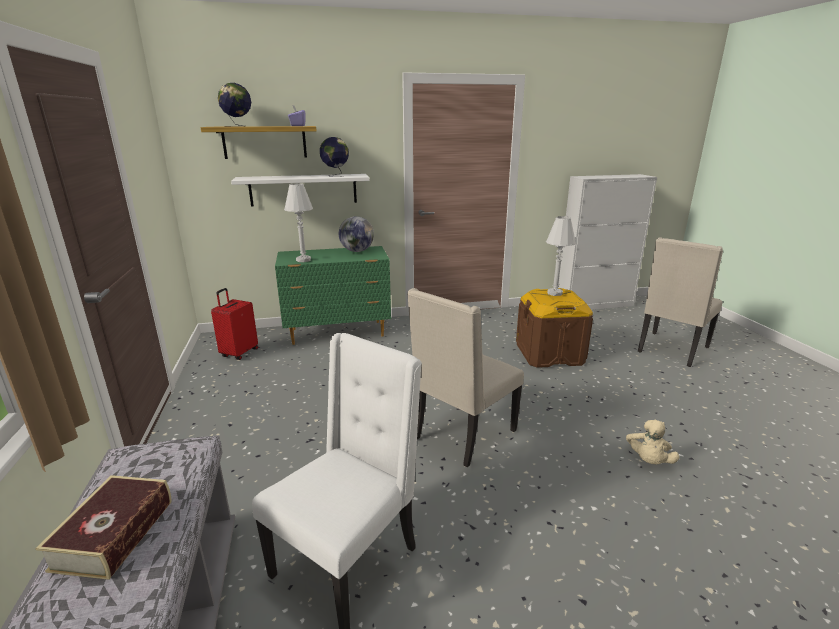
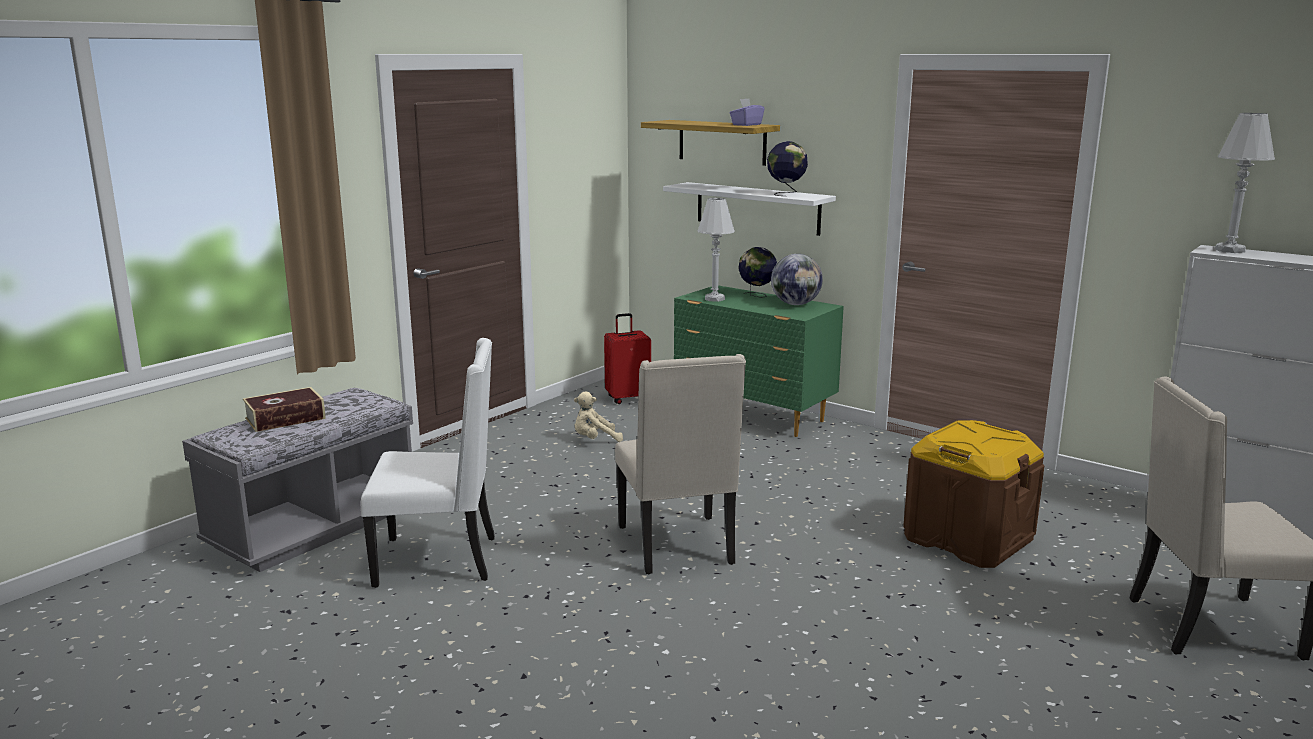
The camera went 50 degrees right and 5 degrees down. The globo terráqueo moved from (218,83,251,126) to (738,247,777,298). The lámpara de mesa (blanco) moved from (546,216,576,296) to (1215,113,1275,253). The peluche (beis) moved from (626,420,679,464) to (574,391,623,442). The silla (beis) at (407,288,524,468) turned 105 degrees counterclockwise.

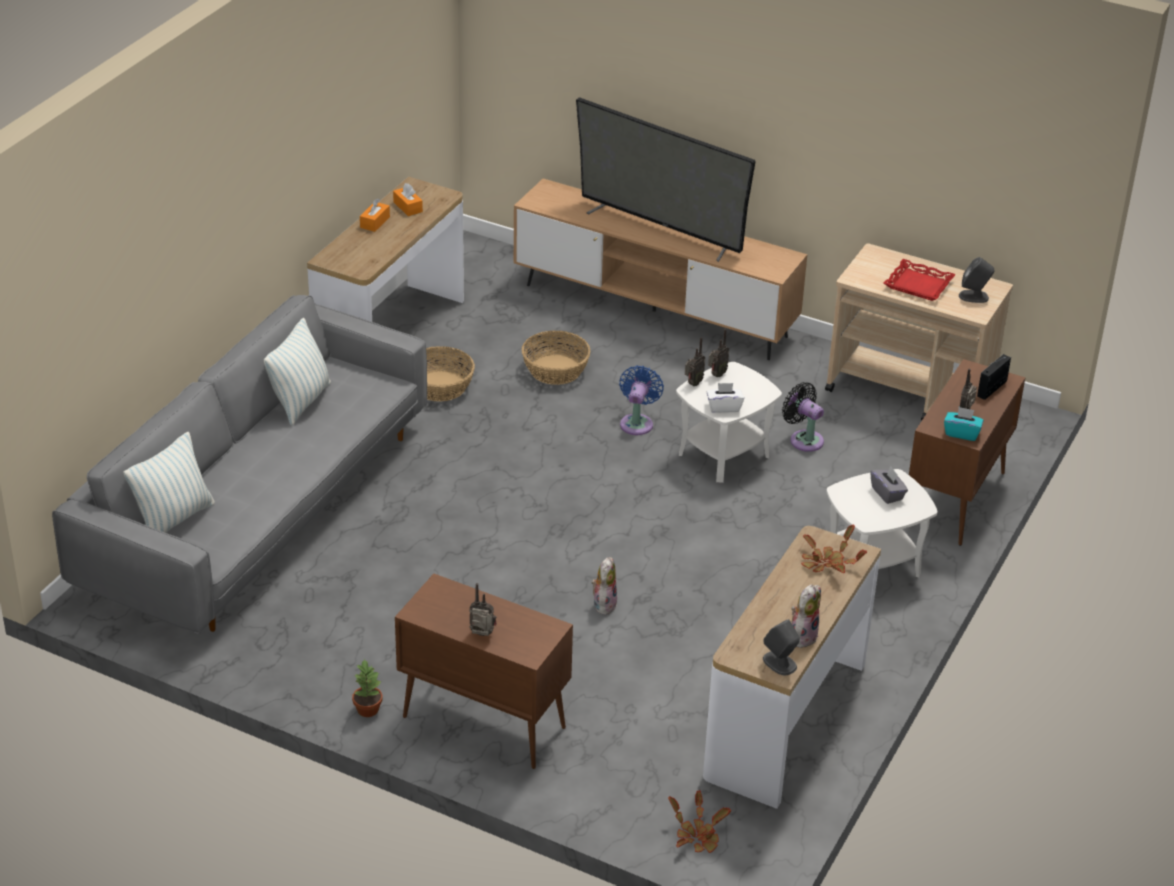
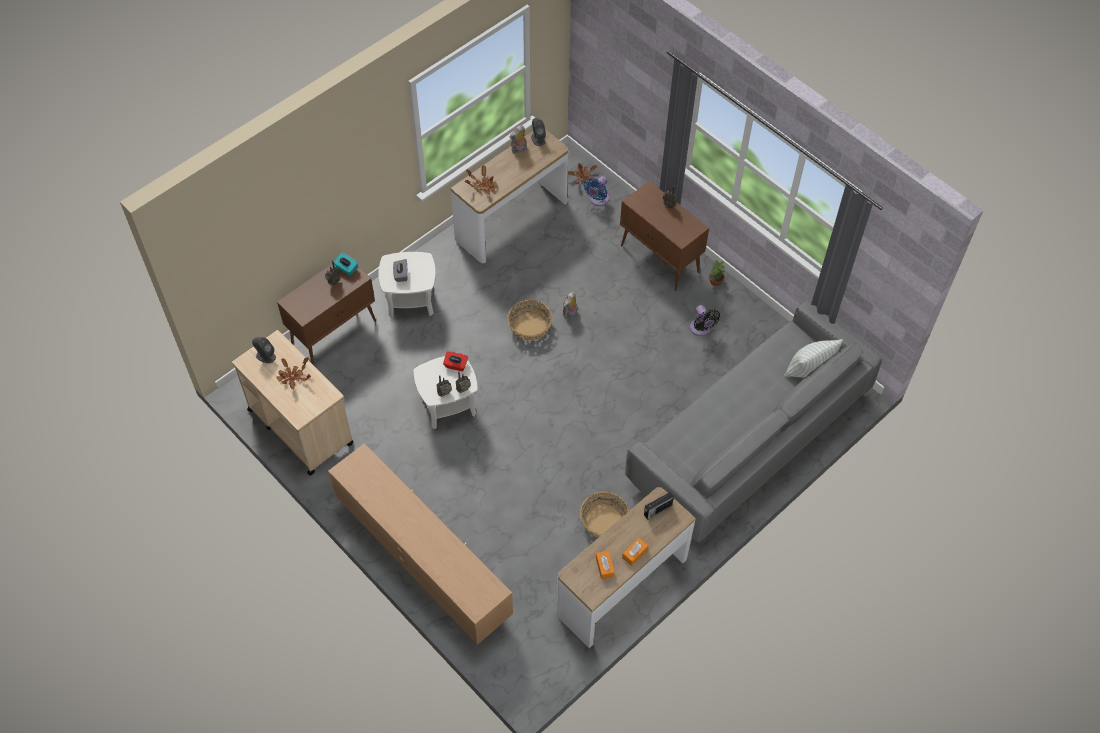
The camera went 160 degrees left and 20 degrees up. The cojín at (264,318,331,426) disappeared. The televisor at (576,97,756,262) disappeared. The cesta moved from (522,331,591,385) to (507,300,552,341). The ventilador (azul) moved from (619,366,664,435) to (584,176,609,206). The ventilador (negro) moved from (782,382,824,452) to (690,305,720,336). The radio moved from (977,354,1011,400) to (644,492,674,520). The bandeja (rojo) at (884,259,956,301) was replaced by the planta en maceta at (277,357,311,390). The caja de pañuelos (blanco) at (706,383,744,413) became the caja de pañuelos (rojo) at (443,351,468,371).

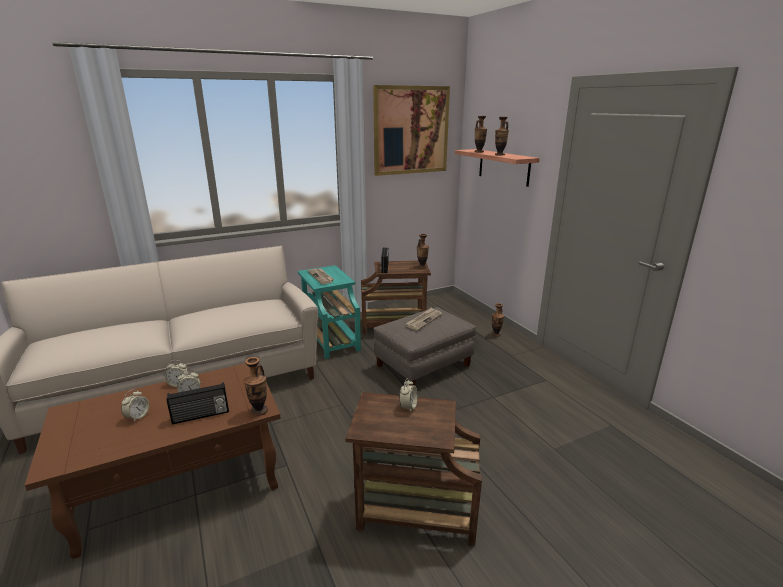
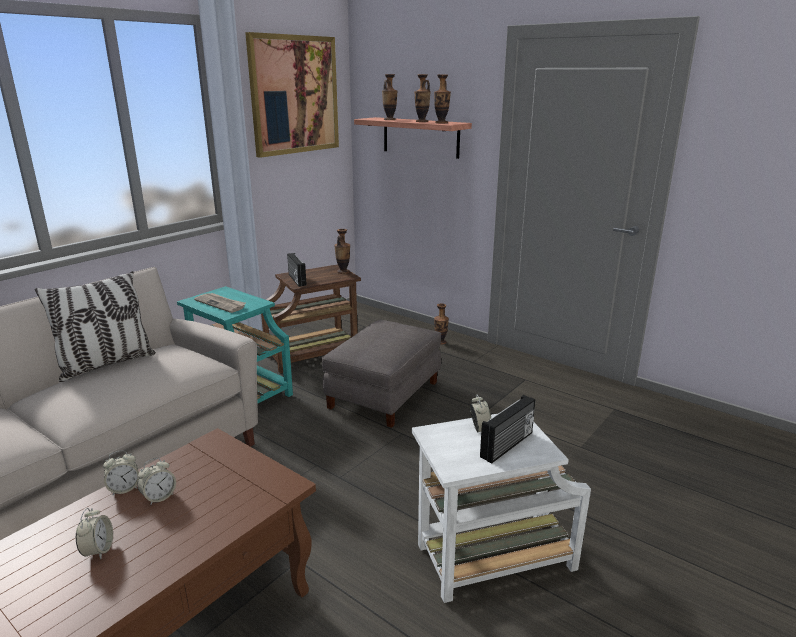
The camera went 25 degrees left and 0 degrees up. The periódico at (406,307,442,331) disappeared. The cojín at (35,271,156,382) appeared. The radio moved from (167,382,229,424) to (480,395,535,464). The florero moved from (244,357,268,416) to (434,74,451,124). The mesa auxiliar (marrón) at (345,392,482,546) became the mesa auxiliar (blanco) at (412,413,591,603).

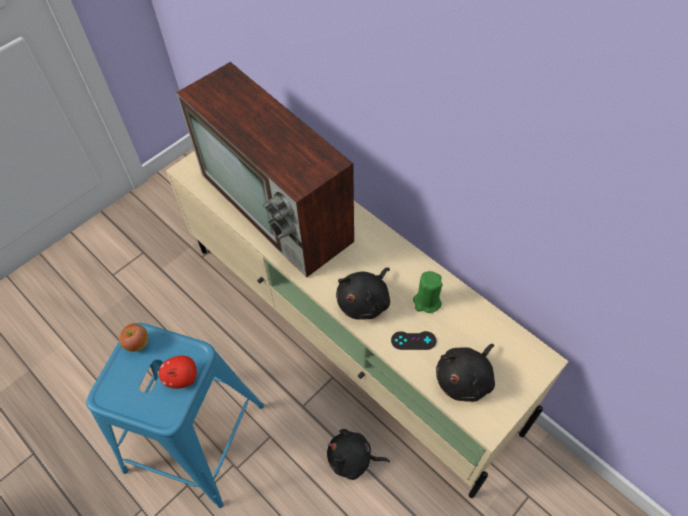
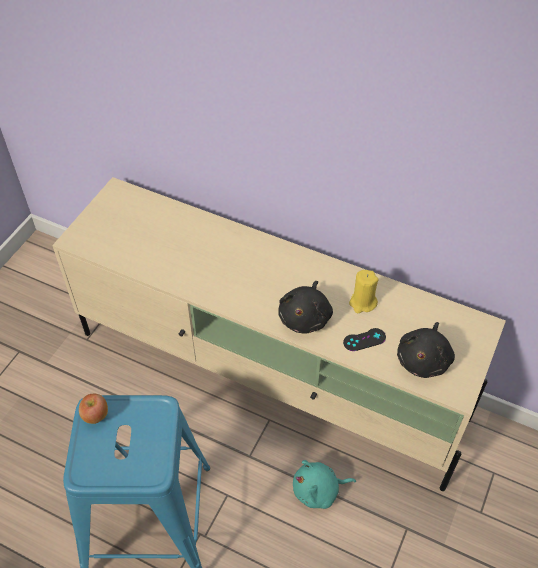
The camera went 20 degrees left and 5 degrees down. The manzana at (159,356,197,389) disappeared. The televisor at (176,62,354,278) disappeared. The peluche (negro) at (327,429,390,480) became the peluche (turquesa) at (293,460,356,509). The vela (verde) at (413,271,443,313) became the vela (amarillo) at (349,270,379,313).

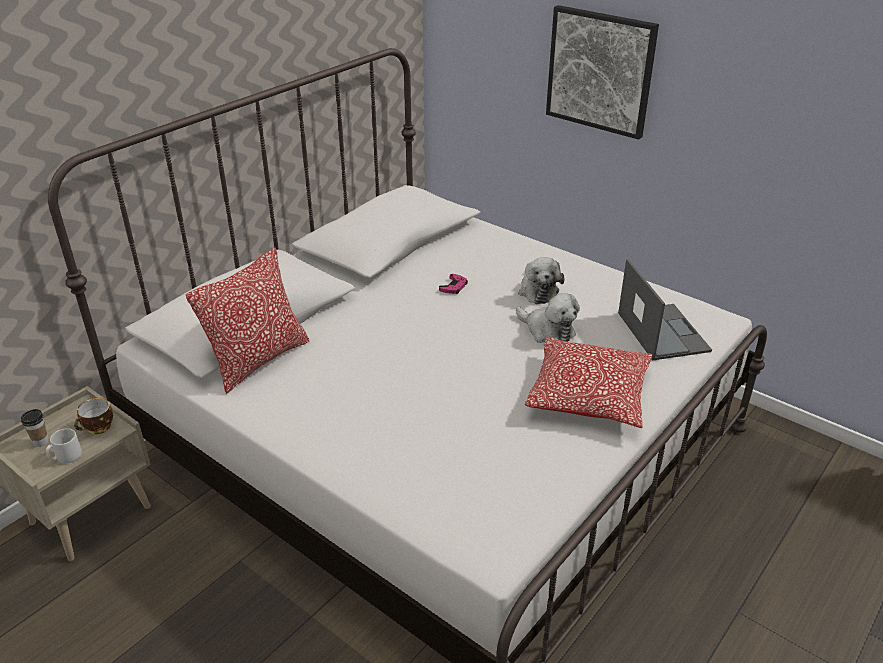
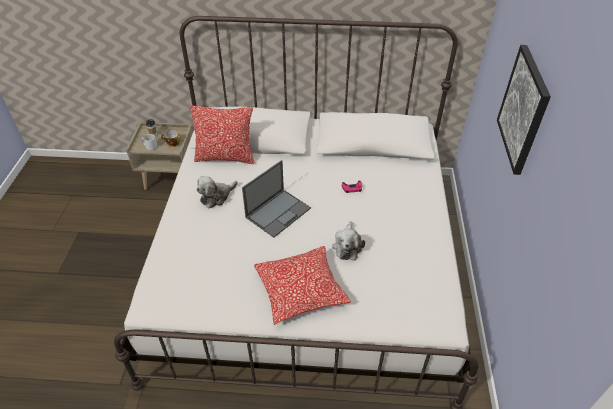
The camera went 55 degrees right and 10 degrees up. The peluche moved from (518,257,564,304) to (196,176,238,208). The portátil moved from (618,259,712,361) to (242,160,311,238).

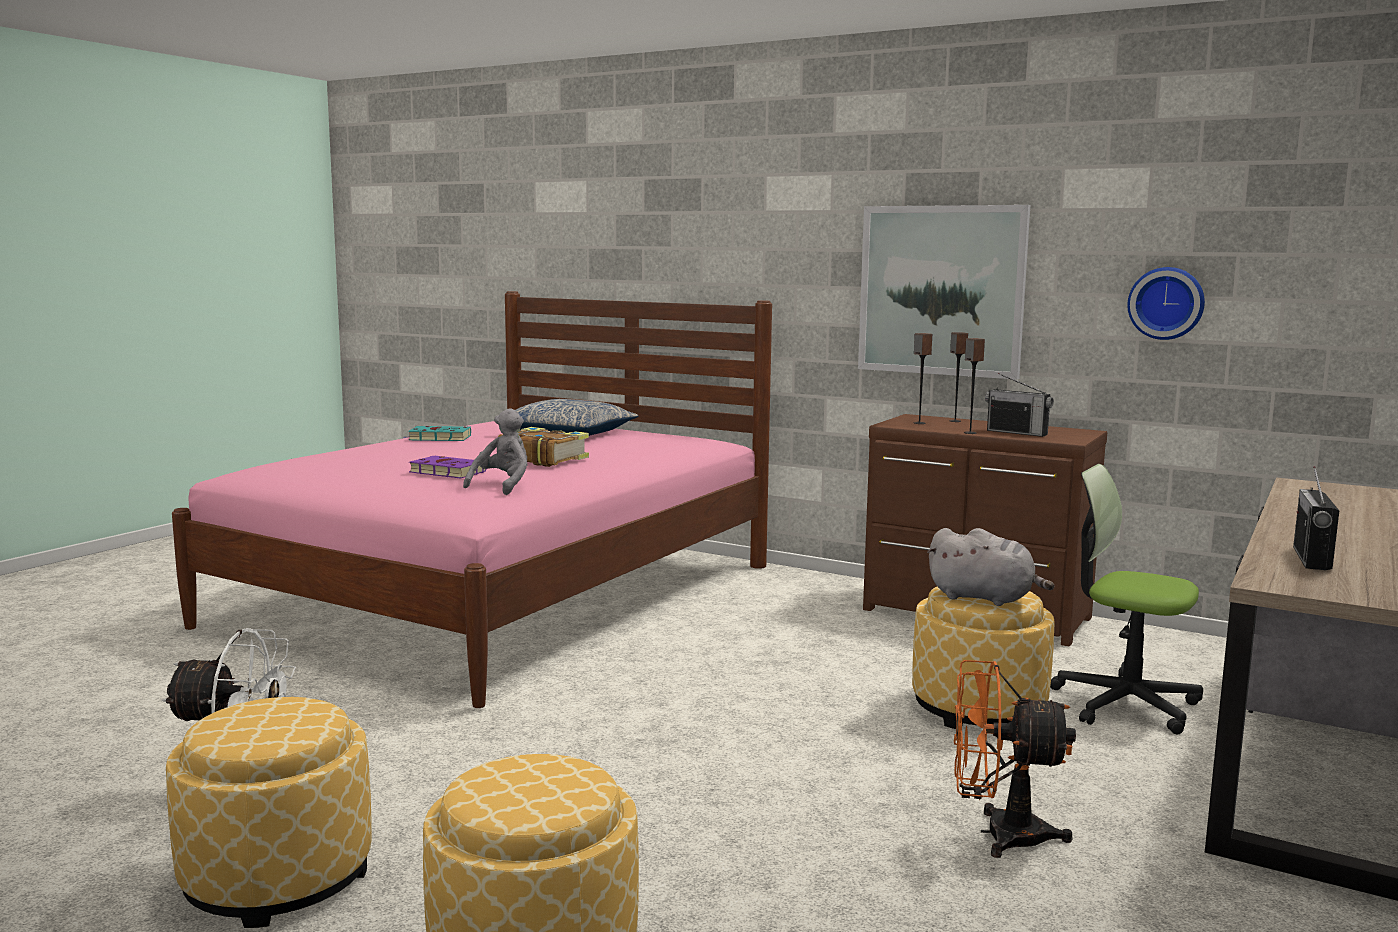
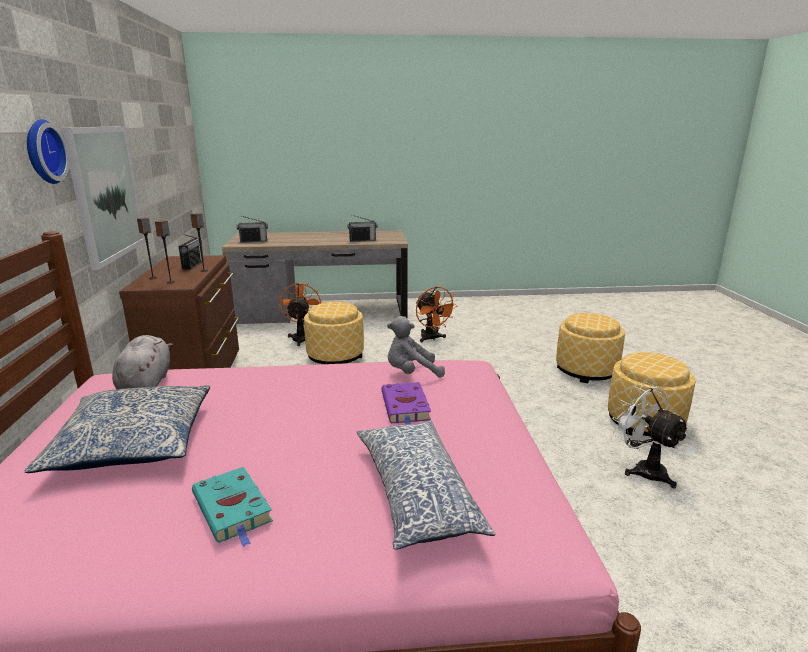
The camera went 125 degrees left and 10 degrees up. The libro at (498,427,589,467) disappeared. The radio at (236,216,268,243) appeared. The cojín at (357,420,496,550) appeared. The peluche (gris) moved from (927,528,1054,606) to (112,335,173,389). The reloj de pared moved from (1127,267,1205,340) to (27,119,70,184). The silla de oficina at (1050,464,1203,735) was replaced by the ventilador (naranja) at (280,282,322,346).

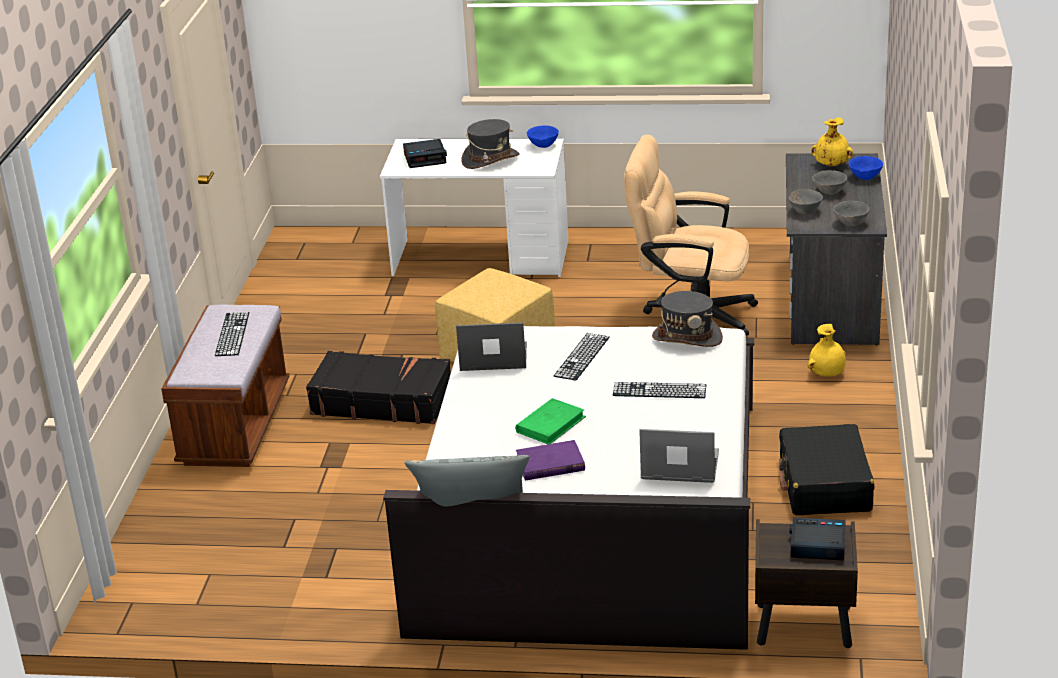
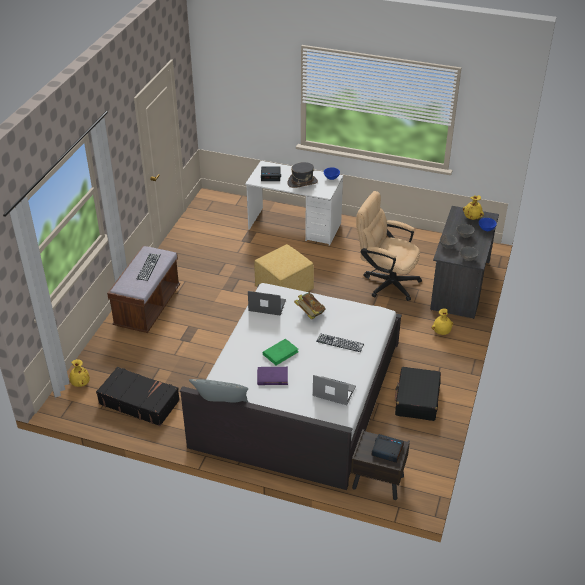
The camera went 10 degrees right and 10 degrees up. The sombrero (gris) at (652,291,723,347) disappeared. The florero (amarillo) at (69,359,90,387) appeared. The maleta (negro) moved from (306,351,451,424) to (96,367,180,426). The teclado at (554,333,609,380) was replaced by the libro at (294,292,326,320).

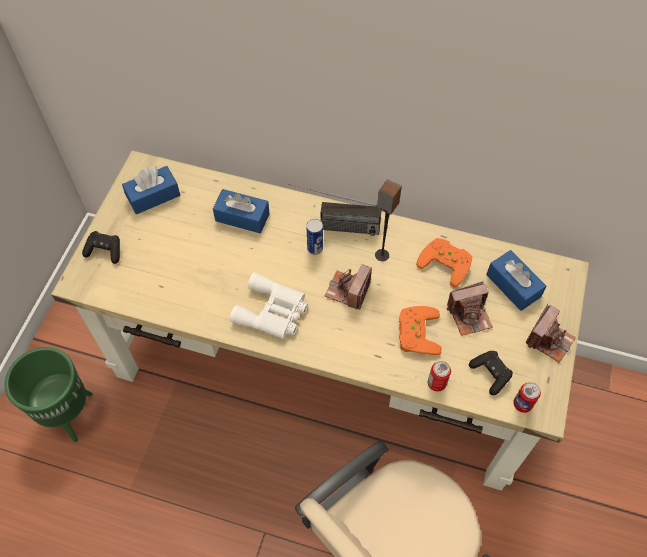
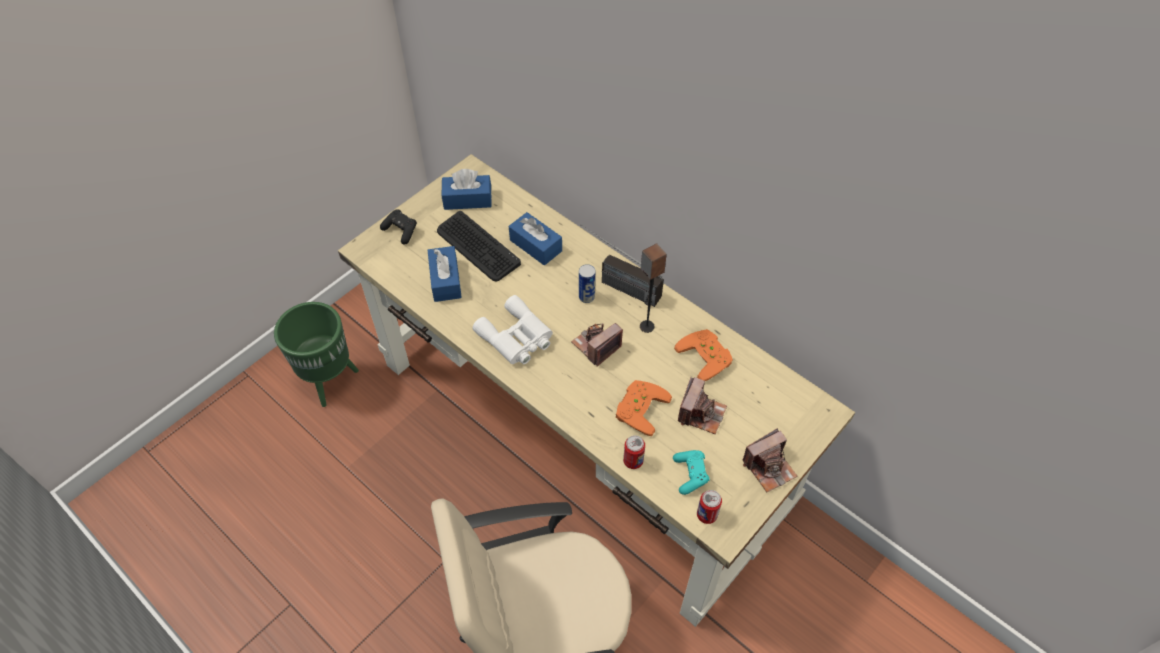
The camera went 25 degrees right and 5 degrees down. The teclado at (437,211,521,281) appeared. The caja de pañuelos (azul) moved from (486,250,546,311) to (428,246,462,302). The mando de consola (negro) at (469,351,513,395) became the mando de consola (turquesa) at (673,450,710,495). The cámara at (447,281,493,336) turned 75 degrees counterclockwise.

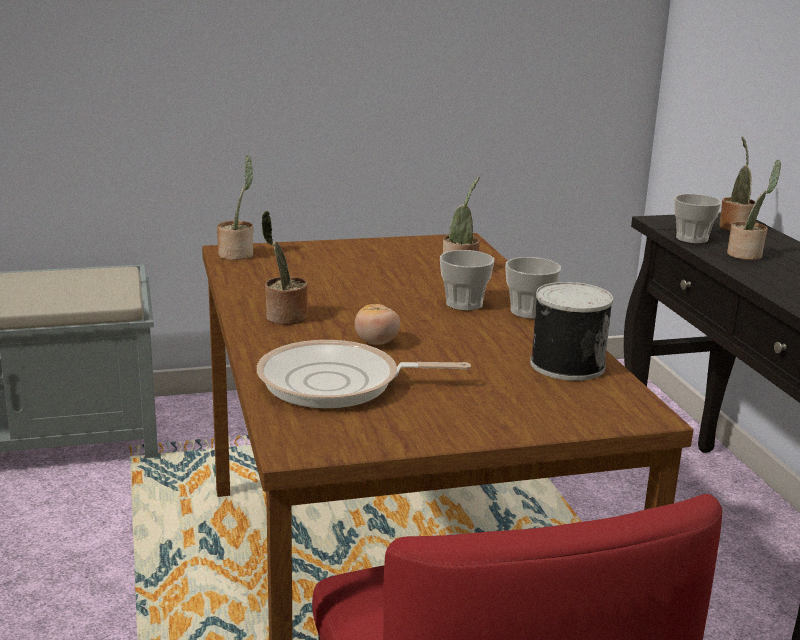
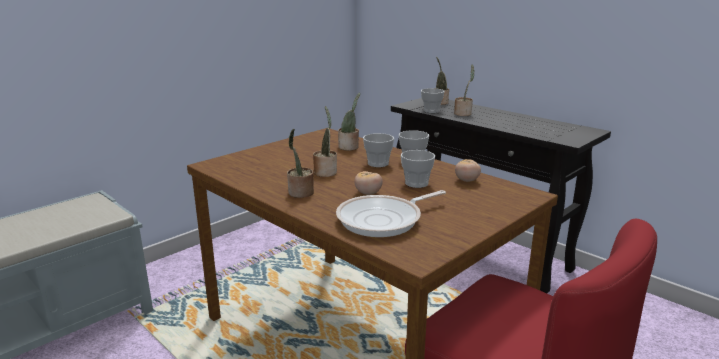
The camera went 30 degrees left and 0 degrees up. The taza at (401,150,435,188) appeared. The planta en maceta moved from (217,155,253,260) to (313,106,337,177). The lata at (530,282,613,381) was replaced by the tomate at (455,159,481,182).

